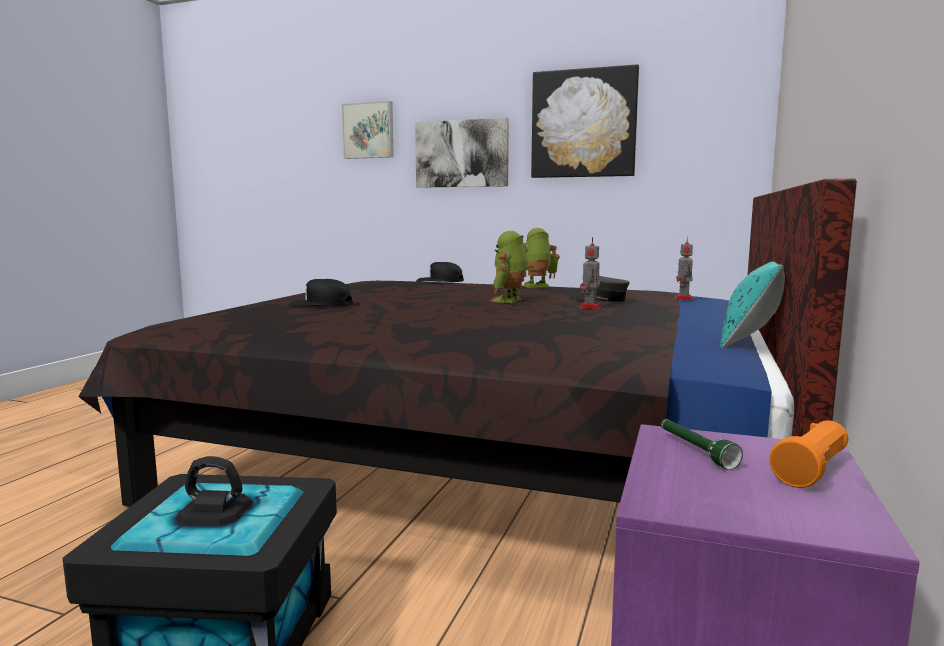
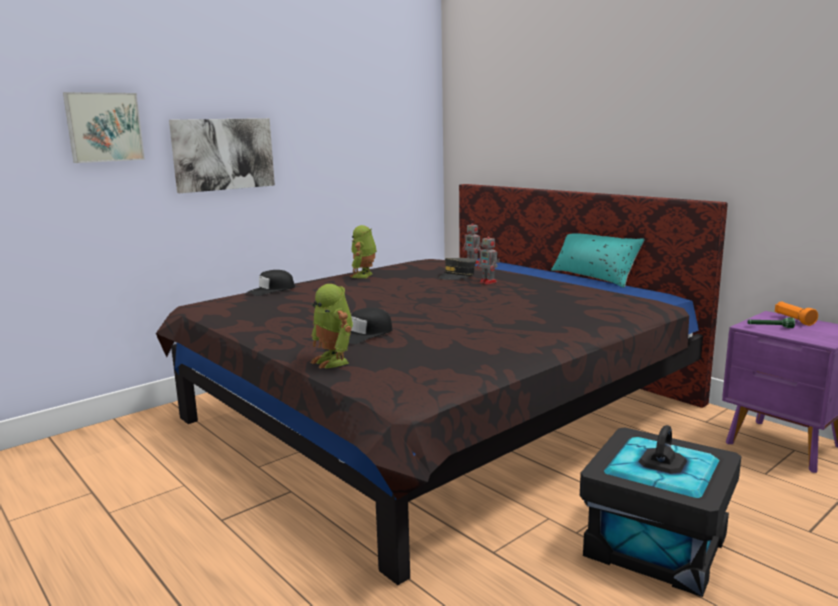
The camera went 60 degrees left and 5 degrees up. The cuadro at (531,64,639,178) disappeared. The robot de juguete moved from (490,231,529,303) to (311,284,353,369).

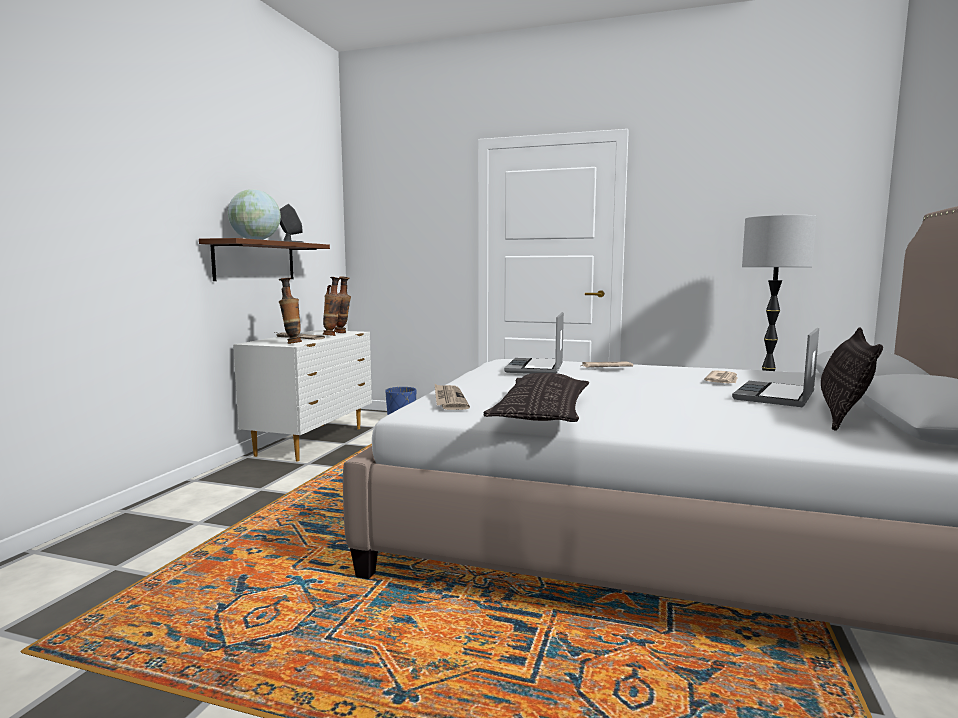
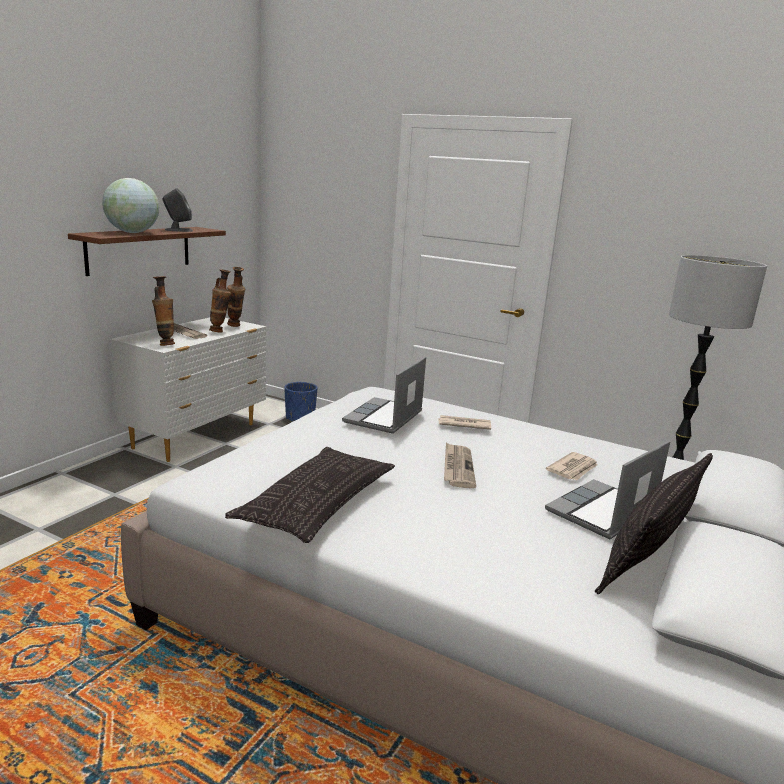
The camera went 10 degrees right and 10 degrees up. The periódico moved from (435,384,470,410) to (444,442,476,488).

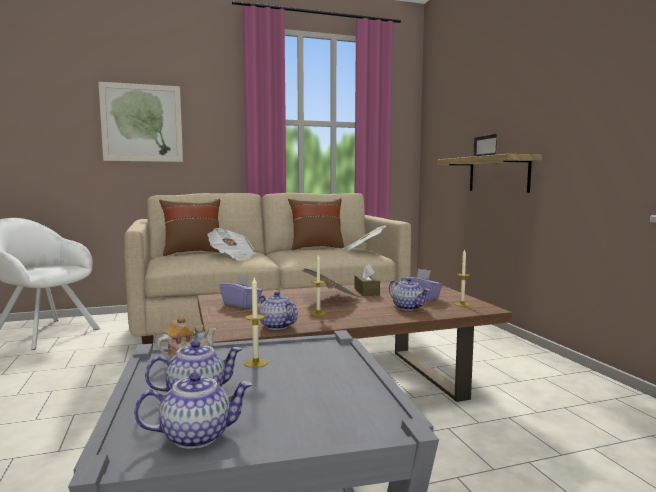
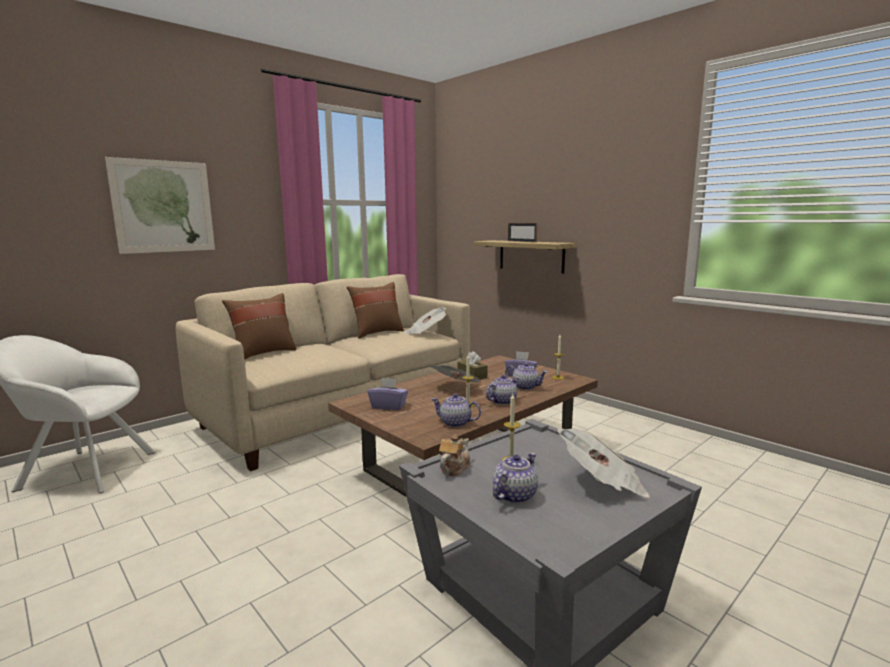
The camera went 25 degrees left and 5 degrees up. The tetera moved from (134,372,252,449) to (486,375,519,405). The periódico moved from (207,228,256,260) to (558,428,650,498).

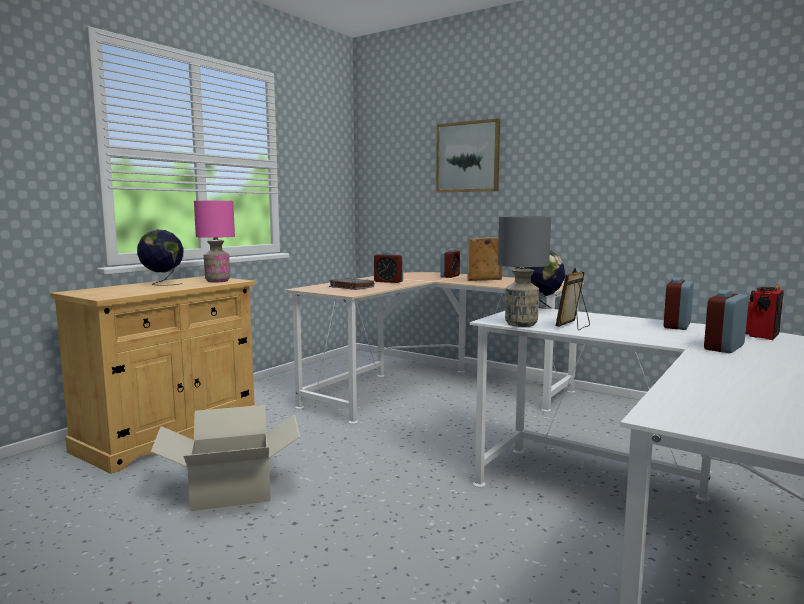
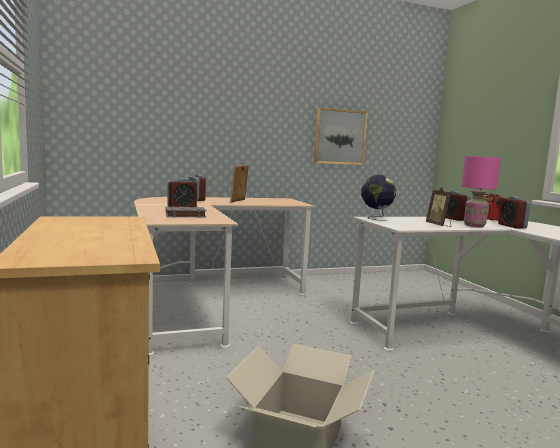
The camera went 55 degrees left and 0 degrees up. The globo terráqueo at (137,229,184,286) disappeared. The lámpara de mesa (gris) at (498,216,551,327) disappeared. The lámpara de mesa (rosa) moved from (194,201,235,283) to (462,156,501,227). The cuadro moved from (436,118,500,193) to (314,107,368,165).

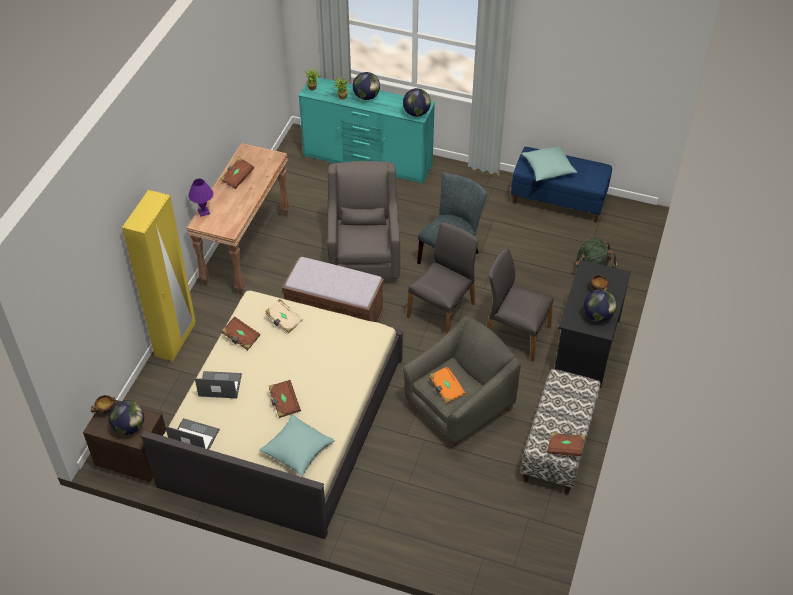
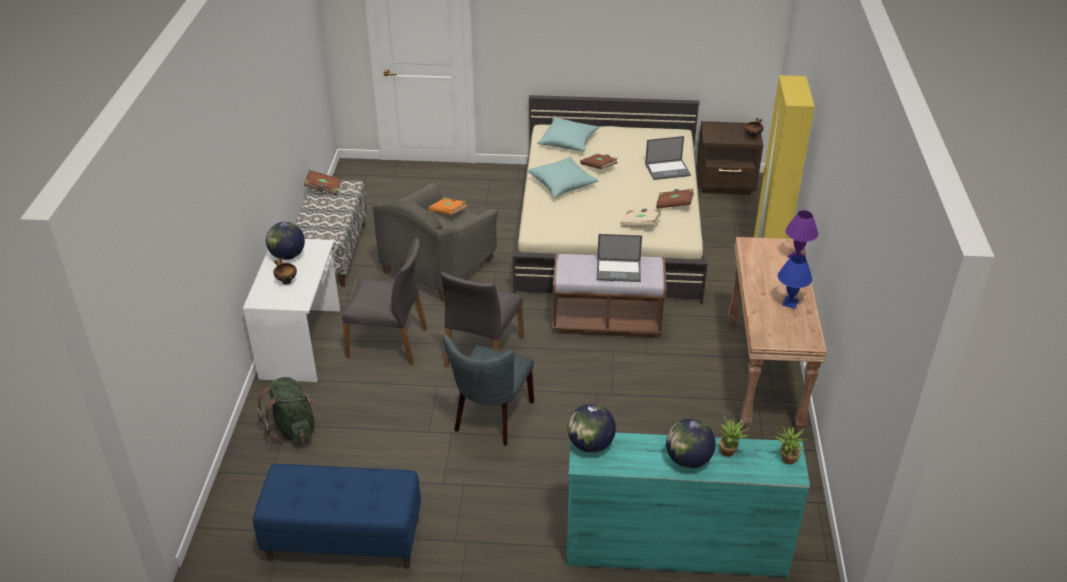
The camera went 165 degrees right and 10 degrees down. The globo terráqueo at (109,400,144,435) disappeared. The sillón (gris) at (327,161,400,279) disappeared. The portátil moved from (165,418,220,449) to (597,234,642,282). The cojín (turquesa) moved from (521,146,577,181) to (527,157,598,198). The libro (marrón) at (220,157,255,189) was replaced by the lámpara de mesa (azul) at (778,255,812,309). The escritorio (negro) at (555,260,631,388) became the escritorio (blanco) at (243,239,340,382).

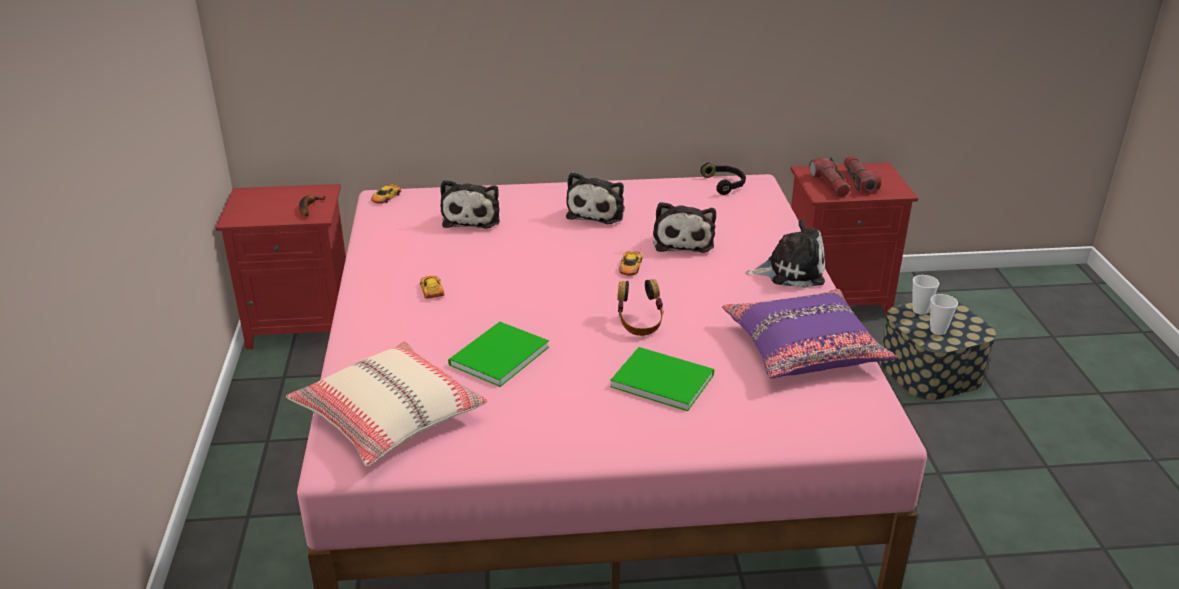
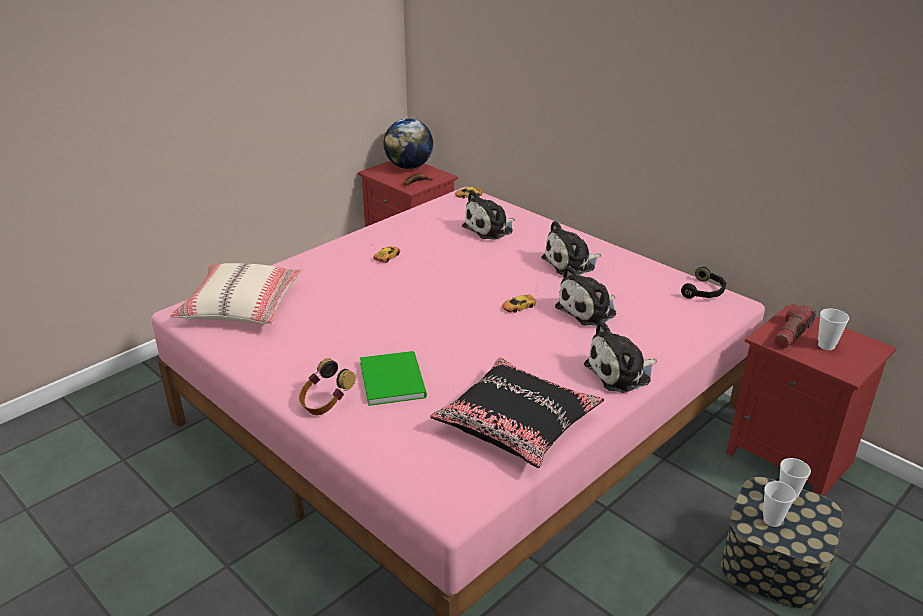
The camera went 50 degrees right and 0 degrees up. The libro (verde) at (448,322,549,387) disappeared. The globo terráqueo at (384,118,433,169) appeared. The auriculares moved from (617,279,664,336) to (299,358,355,415). The linterna at (844,156,881,192) was replaced by the taza at (818,308,849,350). The cojín (morado) at (722,289,897,379) became the cojín (negro) at (430,357,604,468). The peluche at (746,220,825,288) turned 105 degrees clockwise.

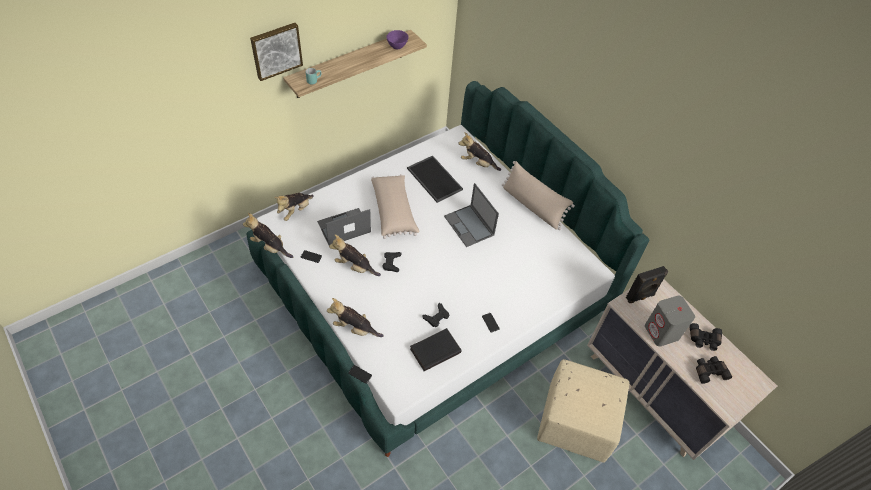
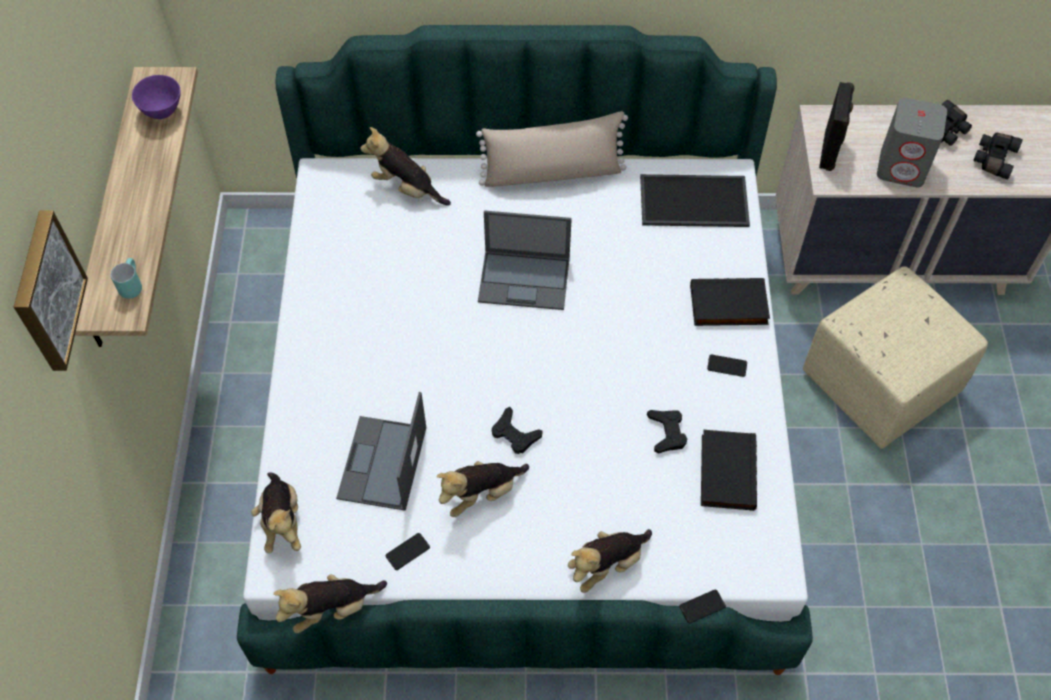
The camera went 50 degrees left and 5 degrees up. The cojín (beis) at (371,174,420,239) disappeared. The libro (negro) at (690,278,770,326) appeared. The bandeja moved from (407,156,463,203) to (640,174,750,227). The peluche at (458,132,501,171) turned 60 degrees clockwise.

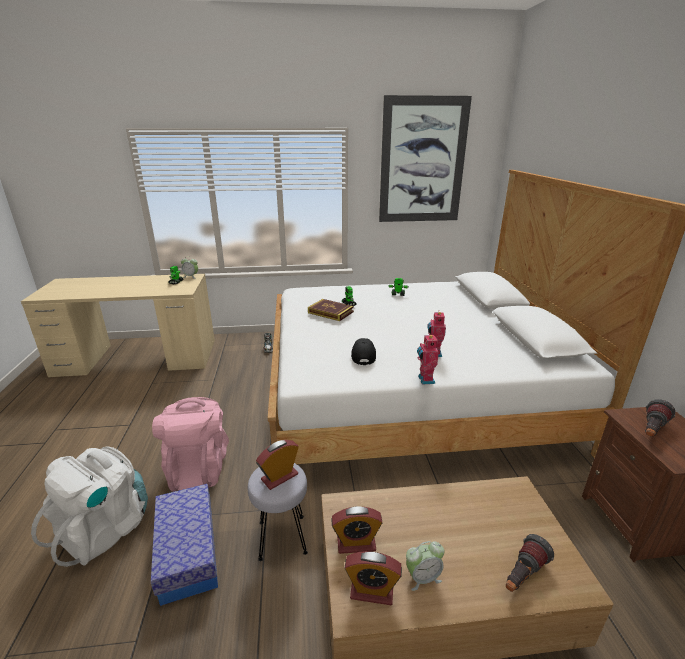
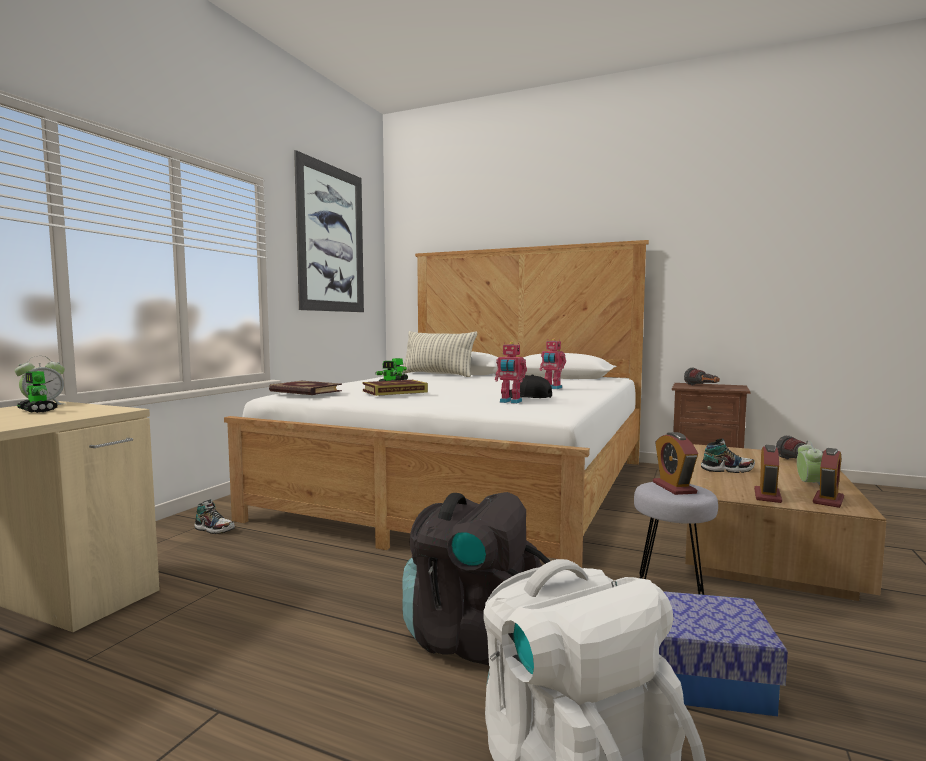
The camera went 60 degrees left and 20 degrees down. The libro at (269,381,342,395) appeared. The cojín at (403,331,477,377) appeared. The zapato at (701,439,755,473) appeared. The robot de juguete moved from (417,333,439,385) to (495,341,527,404). The mochila (rosa) at (152,397,229,492) became the mochila (negro) at (402,492,550,665).

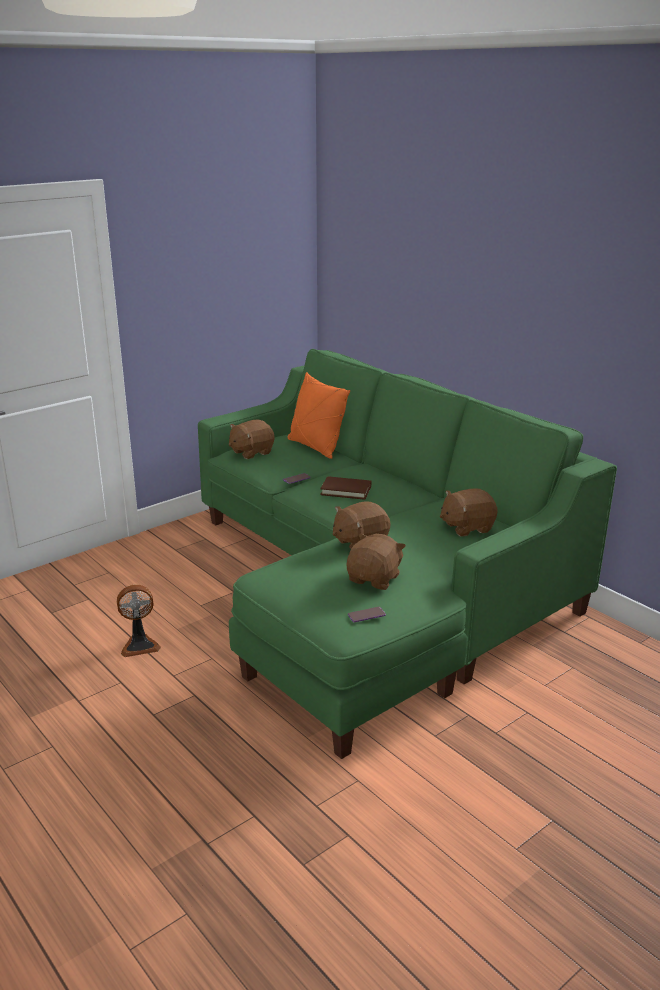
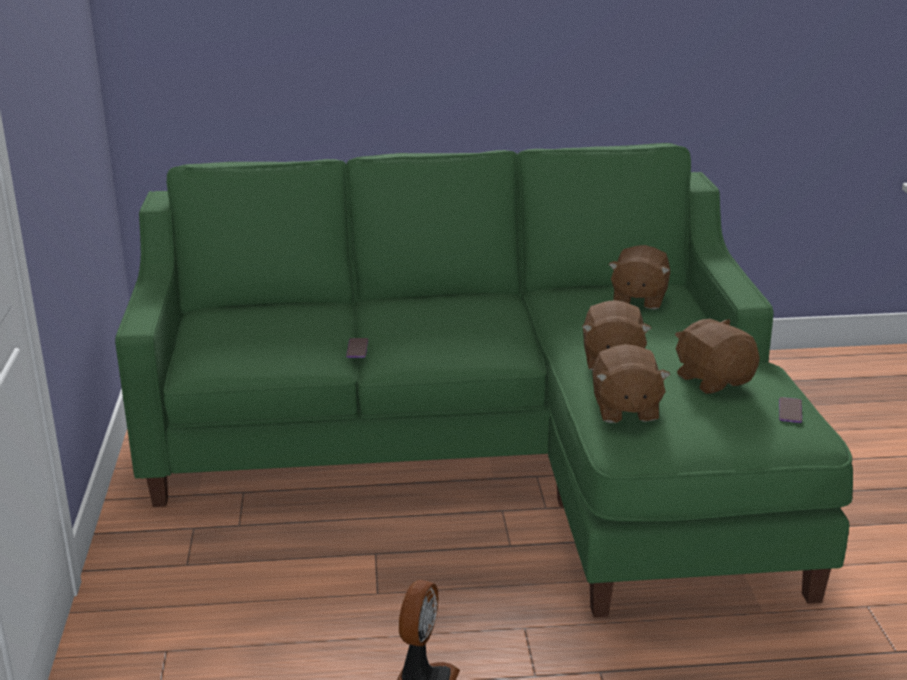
The camera went 55 degrees left and 0 degrees up. The cojín (naranja) at (288,372,350,459) disappeared. The libro (marrón) at (320,476,371,500) disappeared. The peluche (marrón) moved from (229,420,274,459) to (593,344,671,423).

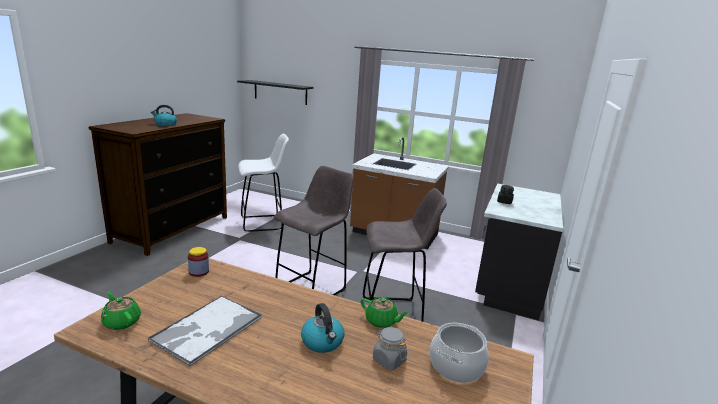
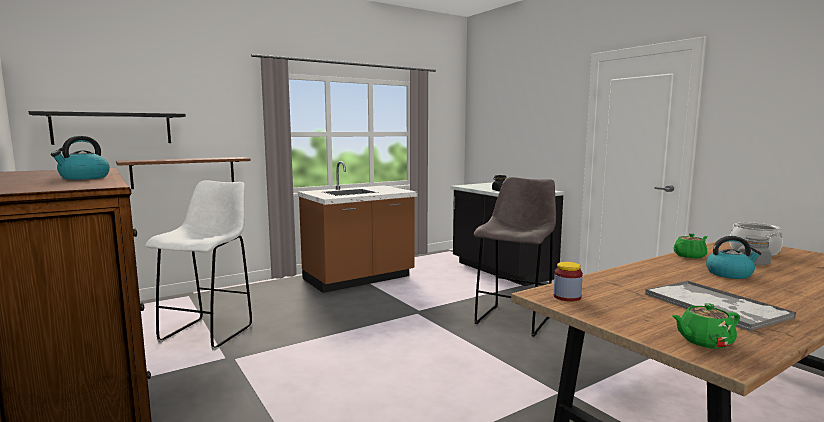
The camera went 55 degrees left and 10 degrees down. The taburete (gris) at (273,166,354,295) disappeared. The estante (marrón) at (116,157,251,189) appeared.

